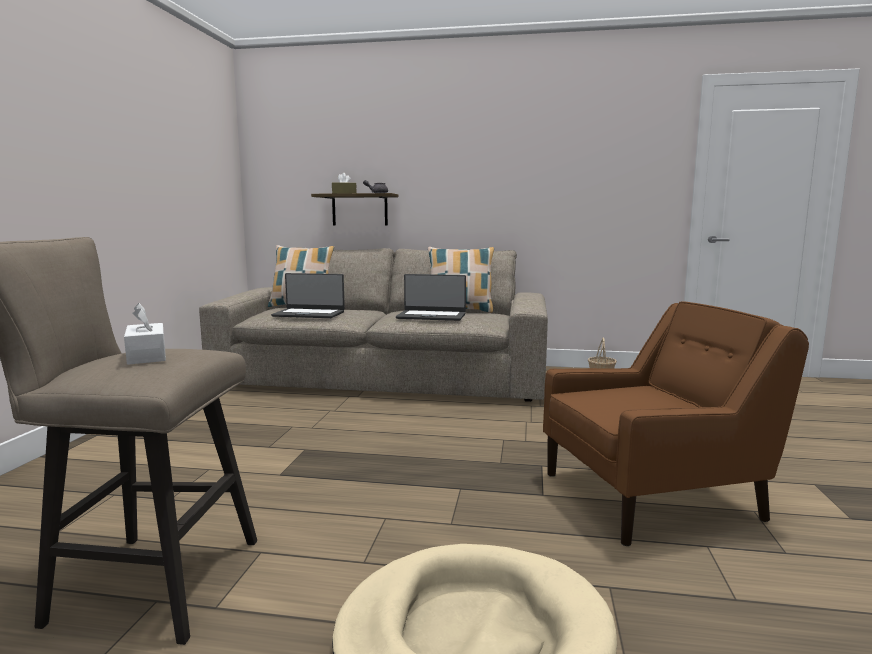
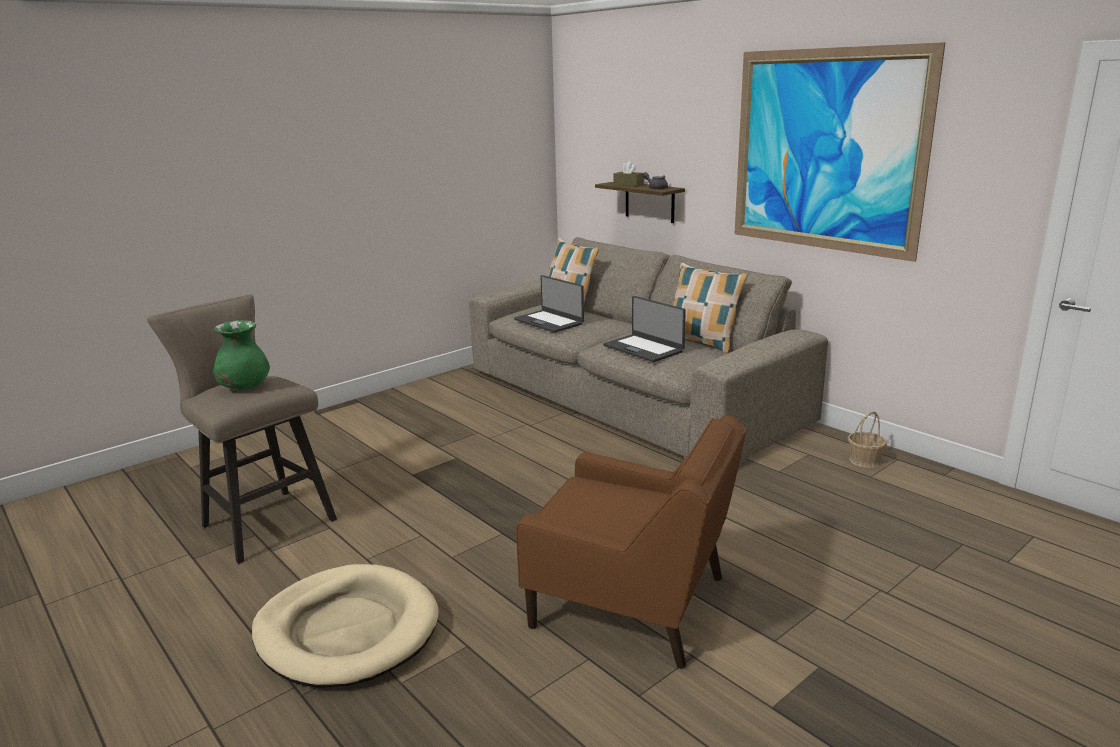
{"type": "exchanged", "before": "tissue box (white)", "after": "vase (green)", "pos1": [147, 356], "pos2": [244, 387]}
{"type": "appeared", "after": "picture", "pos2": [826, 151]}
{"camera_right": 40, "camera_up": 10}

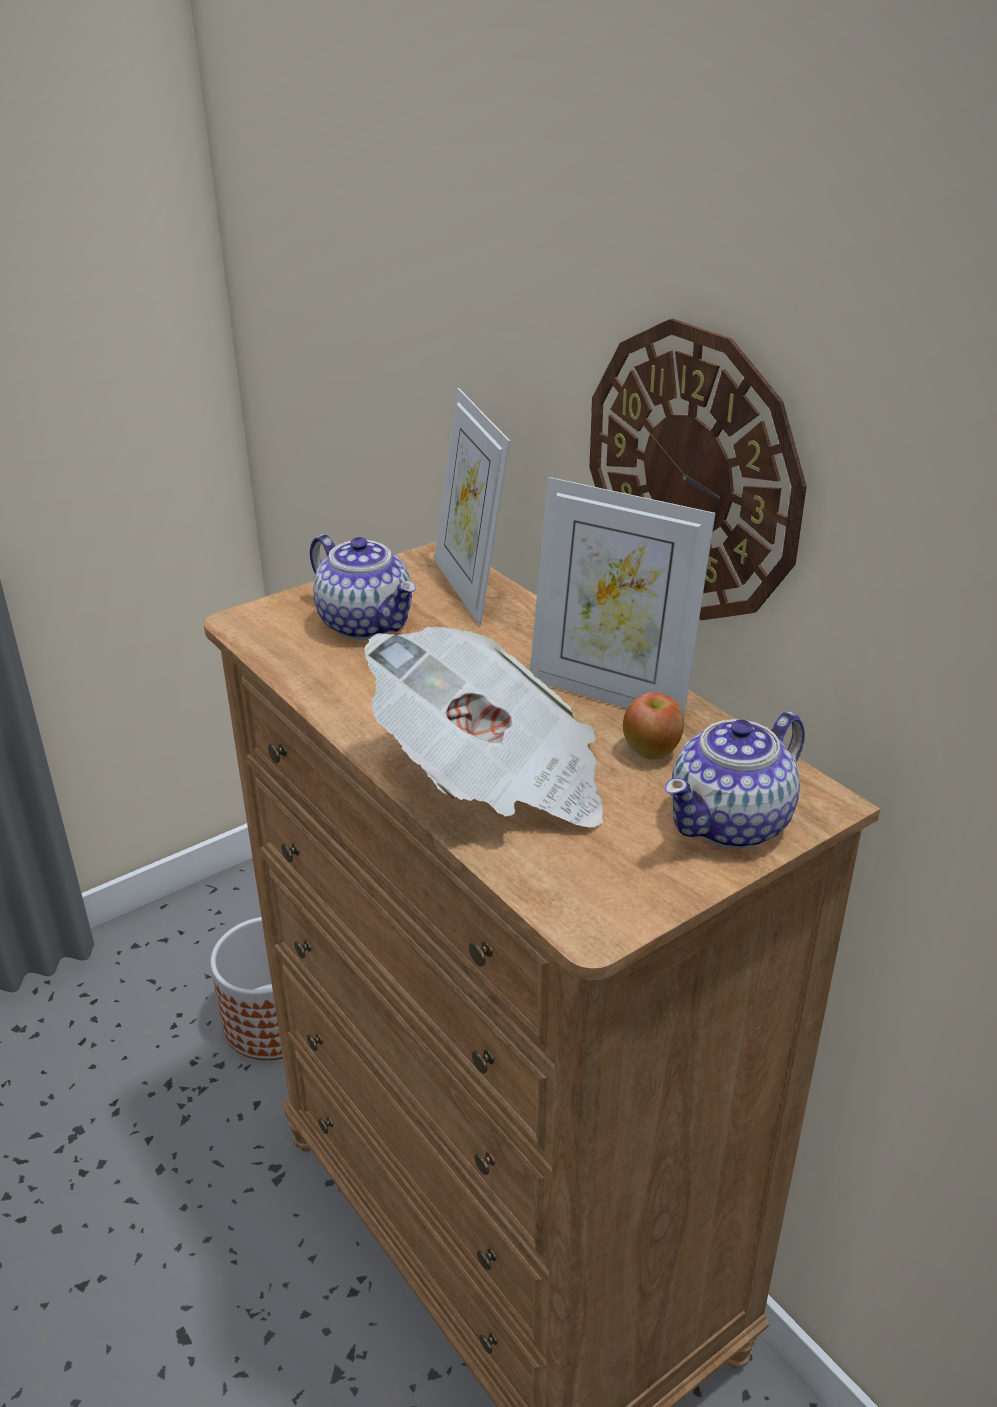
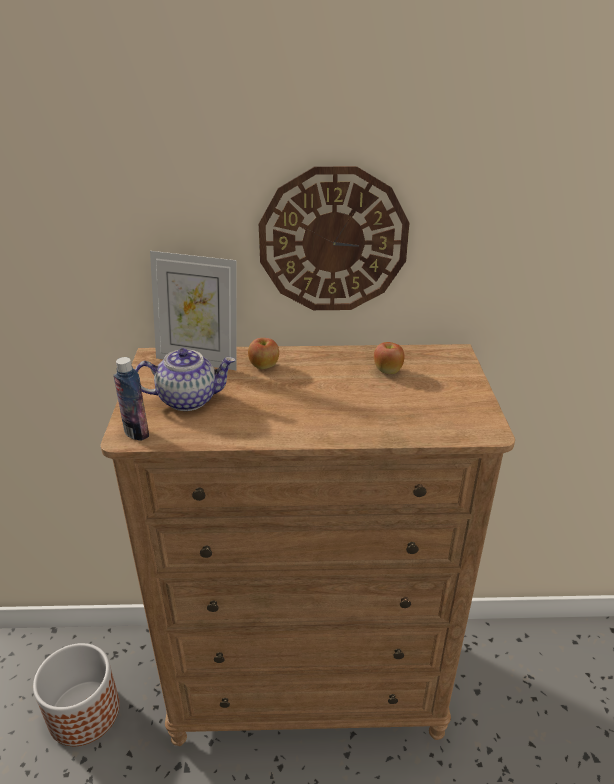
{"type": "appeared", "after": "bottle", "pos2": [136, 432]}
{"type": "appeared", "after": "apple", "pos2": [264, 366]}
{"type": "missing", "before": "newspaper", "pos1": [493, 780]}
{"type": "missing", "before": "picture frame", "pos1": [611, 693]}
{"type": "missing", "before": "teapot", "pos1": [732, 822]}
{"camera_right": -55, "camera_up": 0}

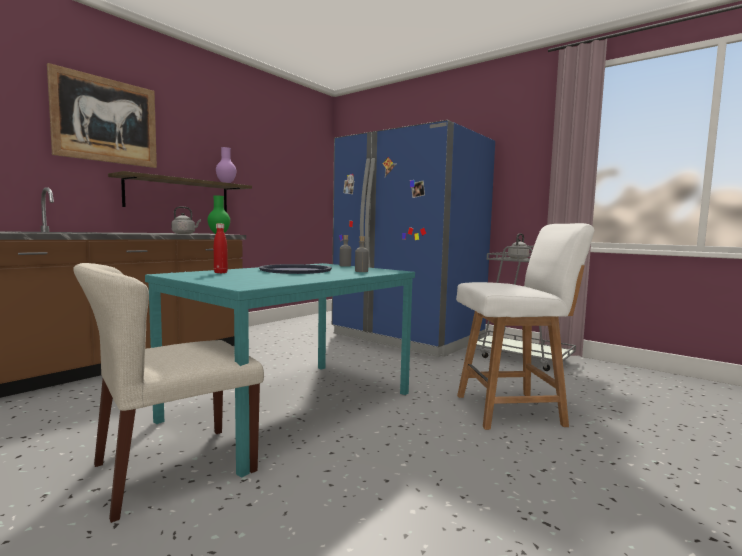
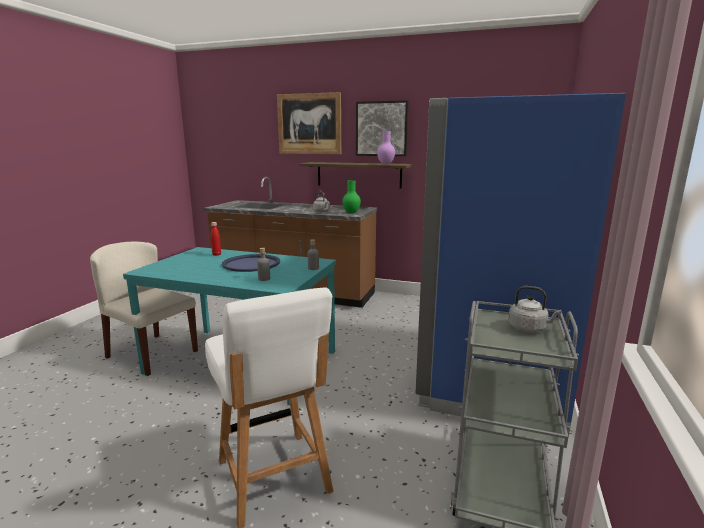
{"type": "appeared", "after": "picture", "pos2": [381, 129]}
{"camera_right": 70, "camera_up": 10}

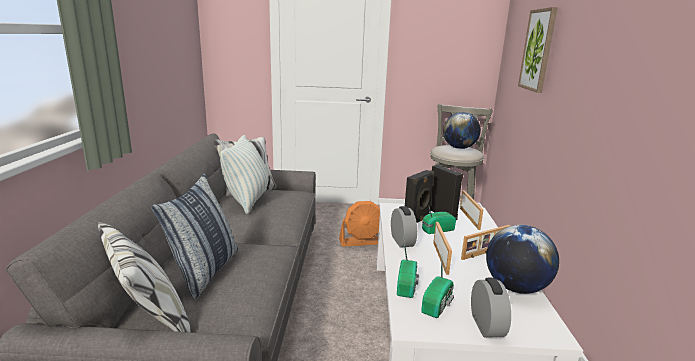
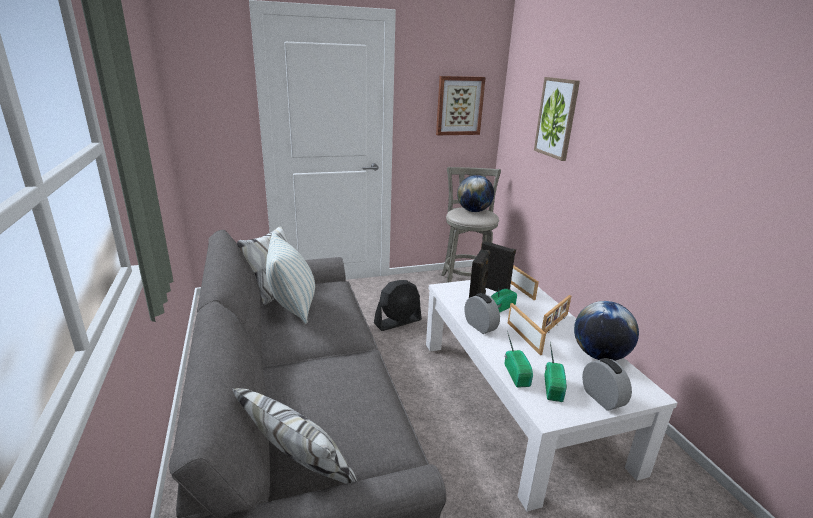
{"type": "colour", "before": "fan (orange)", "after": "fan (black)", "pos1": [362, 241], "pos2": [398, 322]}
{"type": "appeared", "after": "picture", "pos2": [459, 106]}
{"type": "missing", "before": "pillow", "pos1": [205, 271]}
{"camera_right": -20, "camera_up": 5}

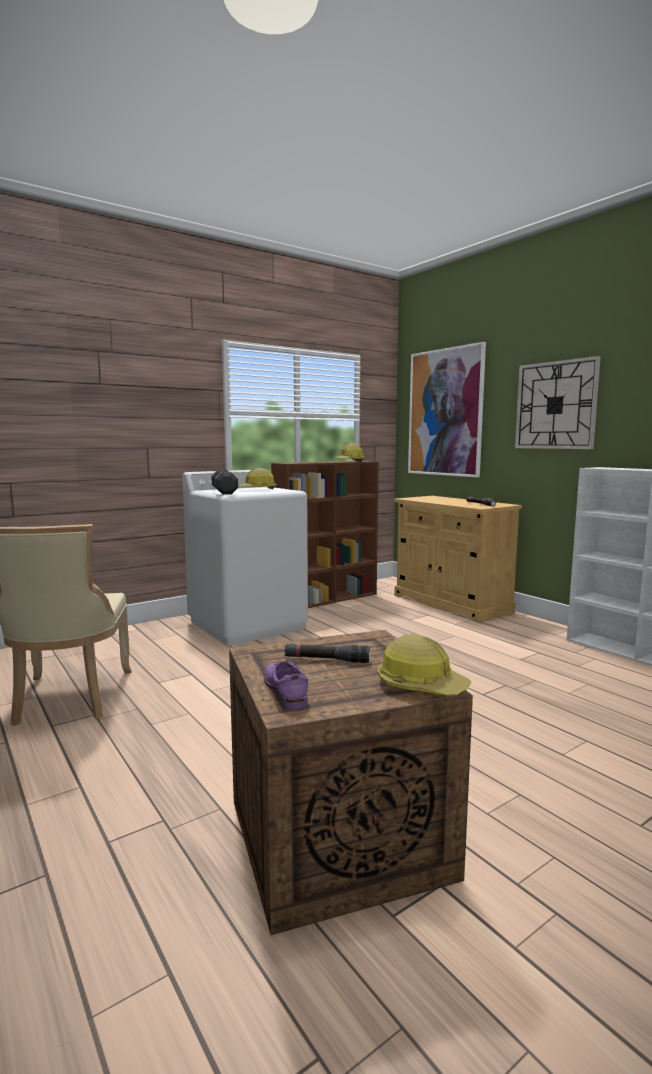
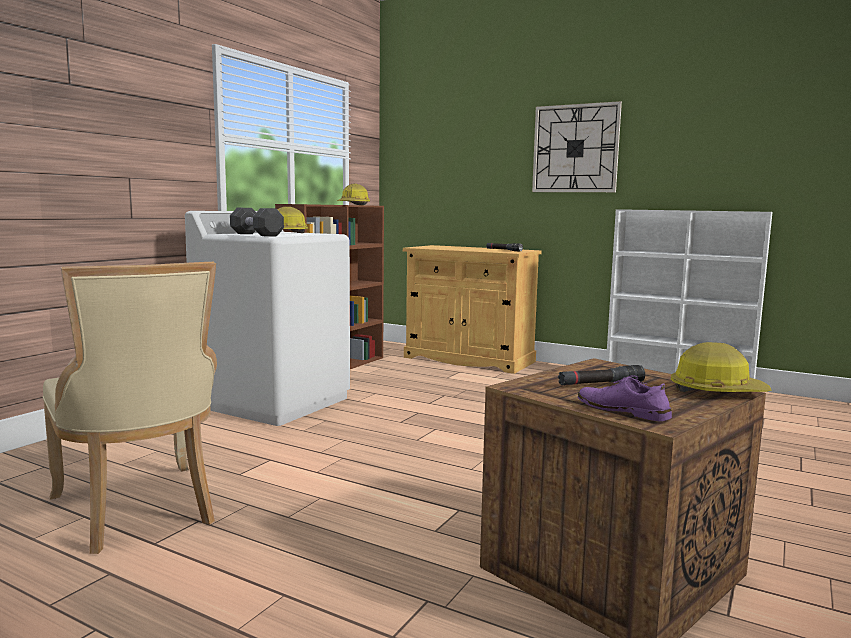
{"type": "missing", "before": "picture", "pos1": [445, 413]}
{"camera_right": -25, "camera_up": 0}

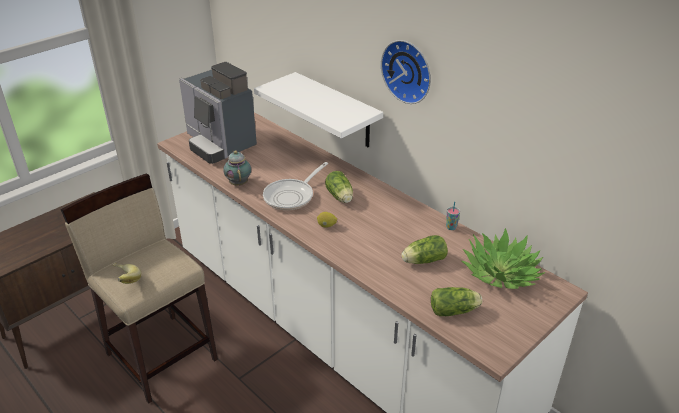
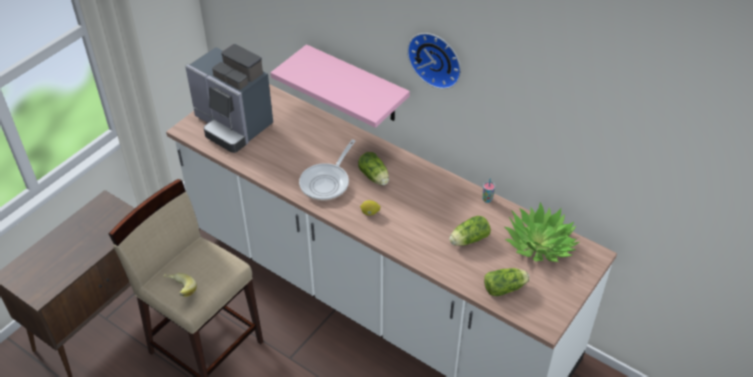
{"type": "colour", "before": "shelf (white)", "after": "shelf (pink)", "pos1": [337, 111], "pos2": [357, 85]}
{"type": "missing", "before": "teapot", "pos1": [239, 183]}
{"camera_right": -10, "camera_up": 10}

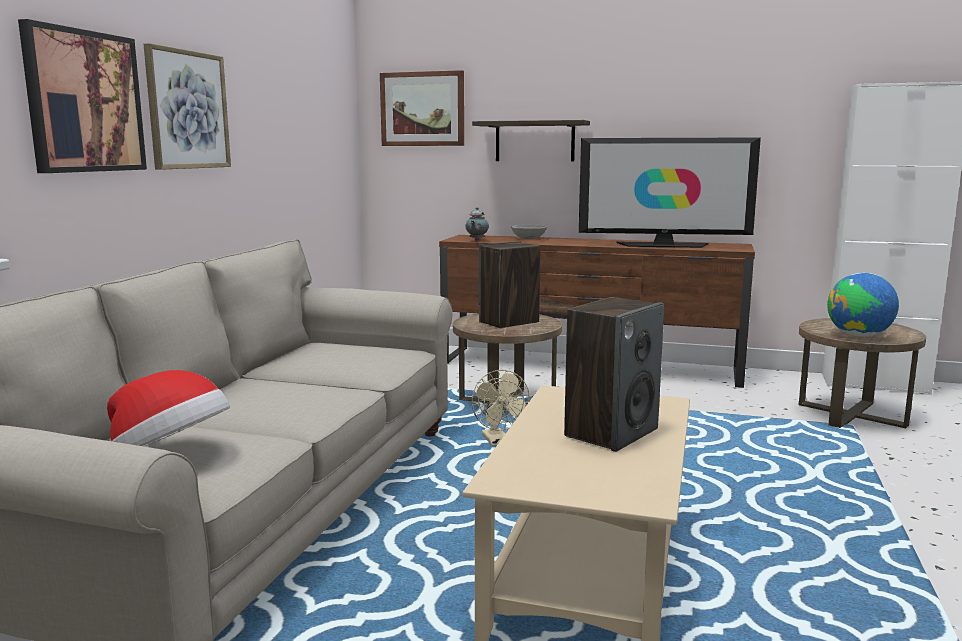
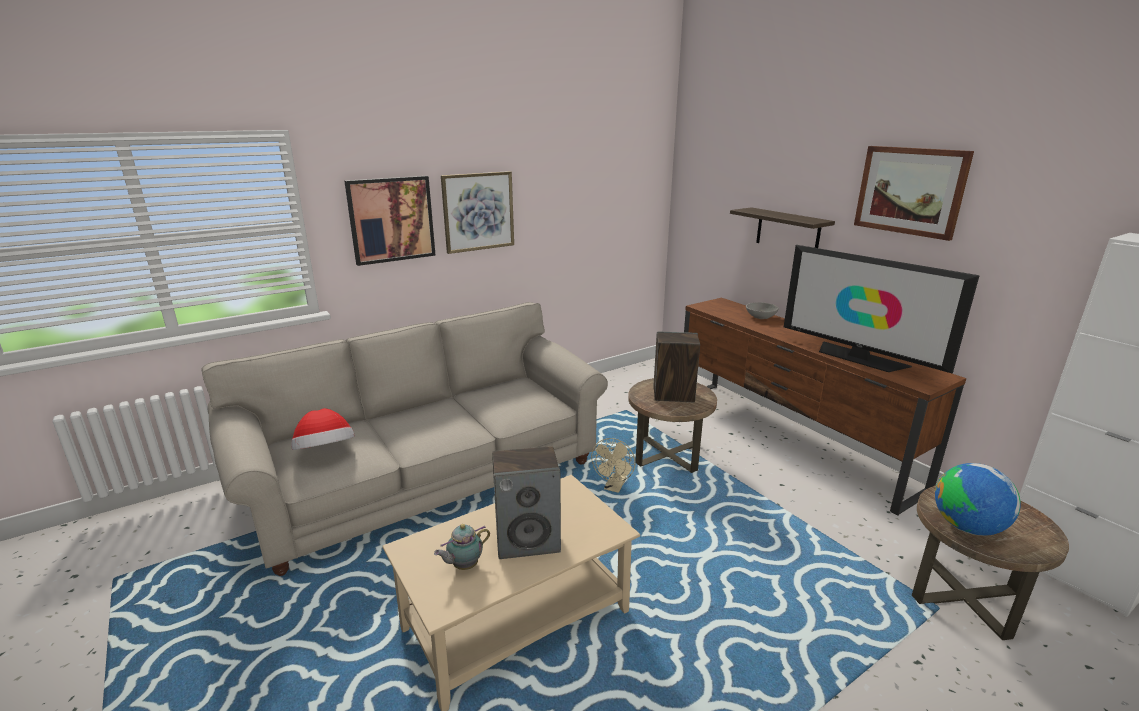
{"type": "relocated", "before": "teapot", "pos1": [476, 240], "pos2": [464, 566]}
{"type": "relocated", "before": "picture", "pos1": [422, 109], "pos2": [910, 191]}
{"camera_right": 40, "camera_up": 10}

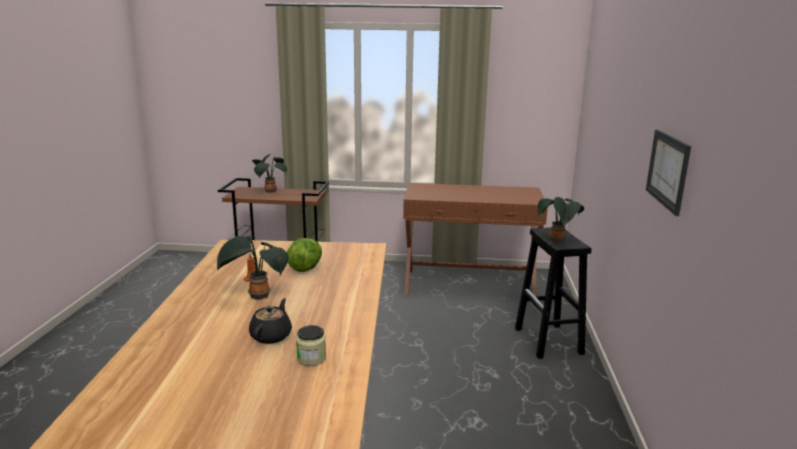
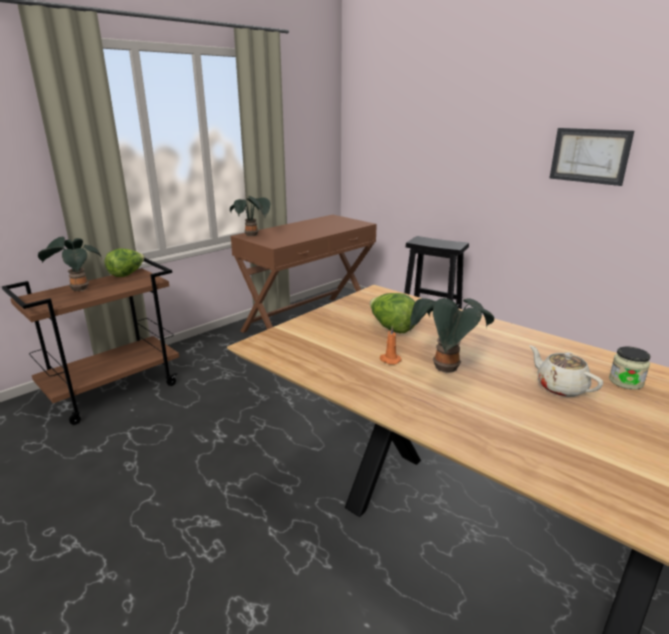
{"type": "appeared", "after": "lettuce", "pos2": [127, 274]}
{"type": "relocated", "before": "potted plant", "pos1": [557, 241], "pos2": [253, 235]}
{"type": "colour", "before": "teapot (black)", "after": "teapot (beige)", "pos1": [271, 336], "pos2": [560, 387]}
{"camera_right": -50, "camera_up": 5}

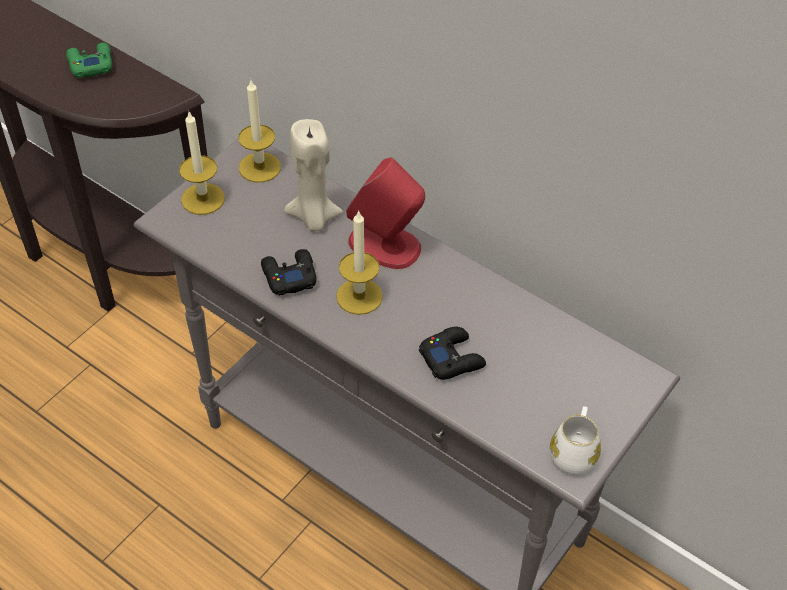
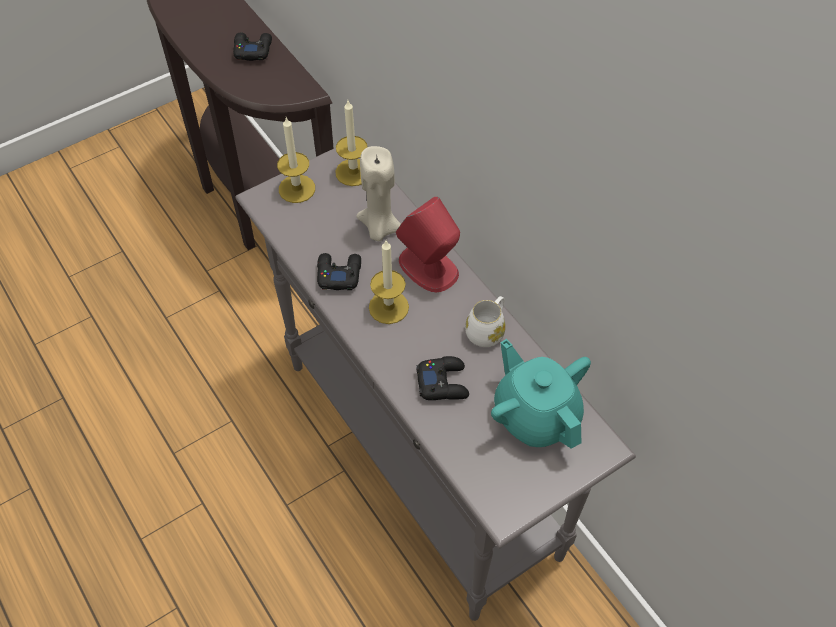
{"type": "colour", "before": "game controller (green)", "after": "game controller (black)", "pos1": [90, 65], "pos2": [252, 50]}
{"type": "relocated", "before": "mug (white)", "pos1": [574, 452], "pos2": [487, 330]}
{"type": "appeared", "after": "teapot (turquoise)", "pos2": [536, 415]}
{"camera_right": 20, "camera_up": 5}

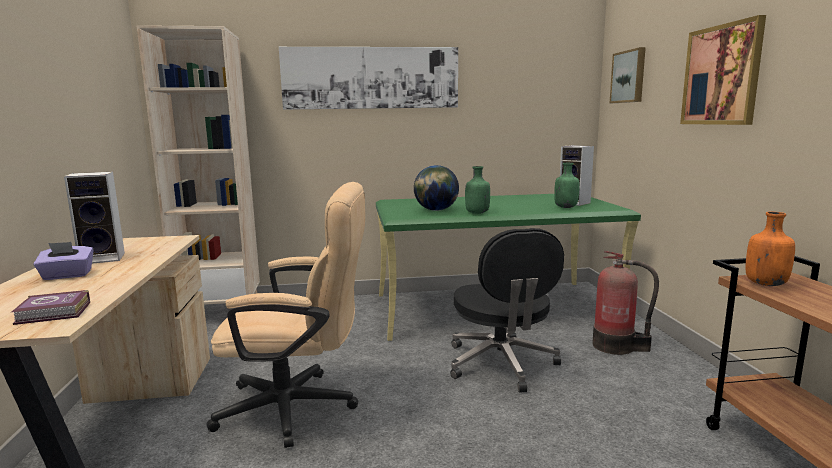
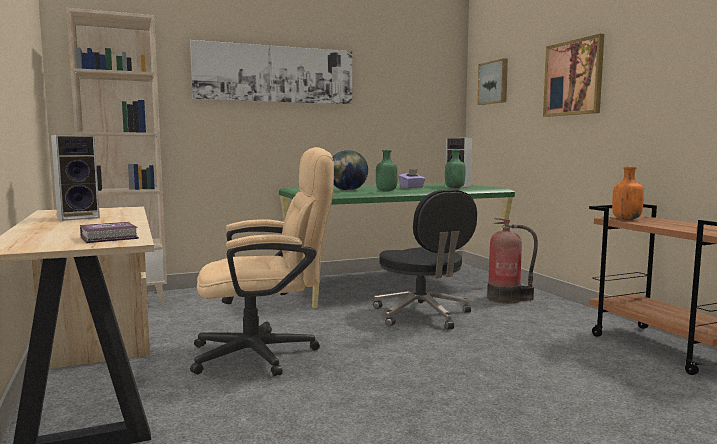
{"type": "relocated", "before": "tissue box (purple)", "pos1": [67, 275], "pos2": [412, 188]}
{"camera_right": -15, "camera_up": -5}

